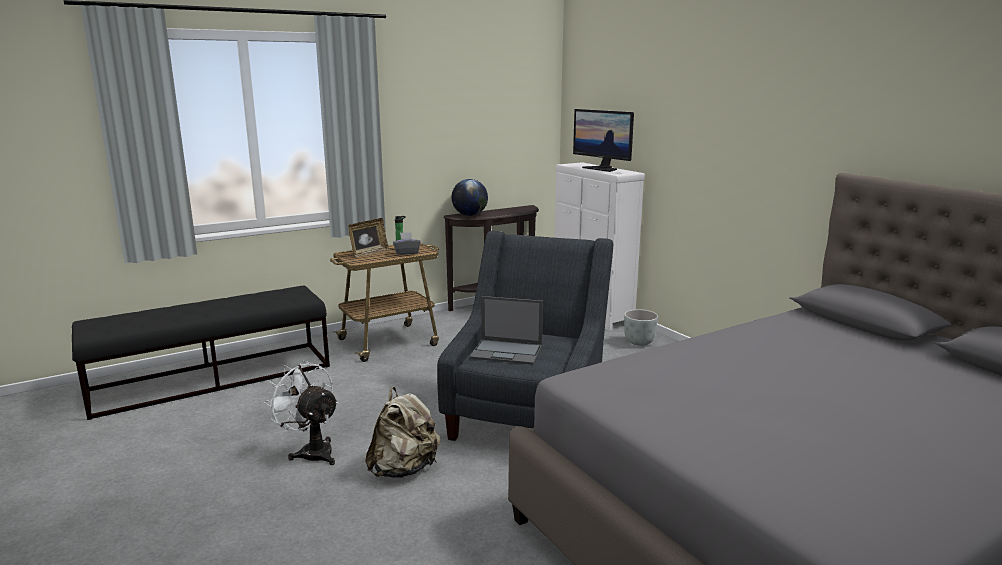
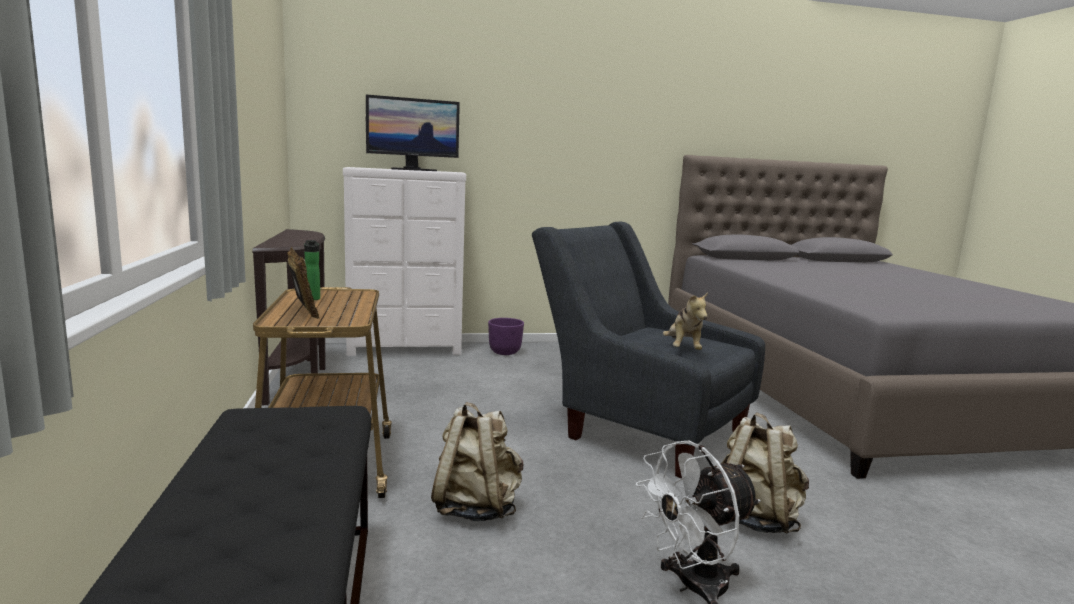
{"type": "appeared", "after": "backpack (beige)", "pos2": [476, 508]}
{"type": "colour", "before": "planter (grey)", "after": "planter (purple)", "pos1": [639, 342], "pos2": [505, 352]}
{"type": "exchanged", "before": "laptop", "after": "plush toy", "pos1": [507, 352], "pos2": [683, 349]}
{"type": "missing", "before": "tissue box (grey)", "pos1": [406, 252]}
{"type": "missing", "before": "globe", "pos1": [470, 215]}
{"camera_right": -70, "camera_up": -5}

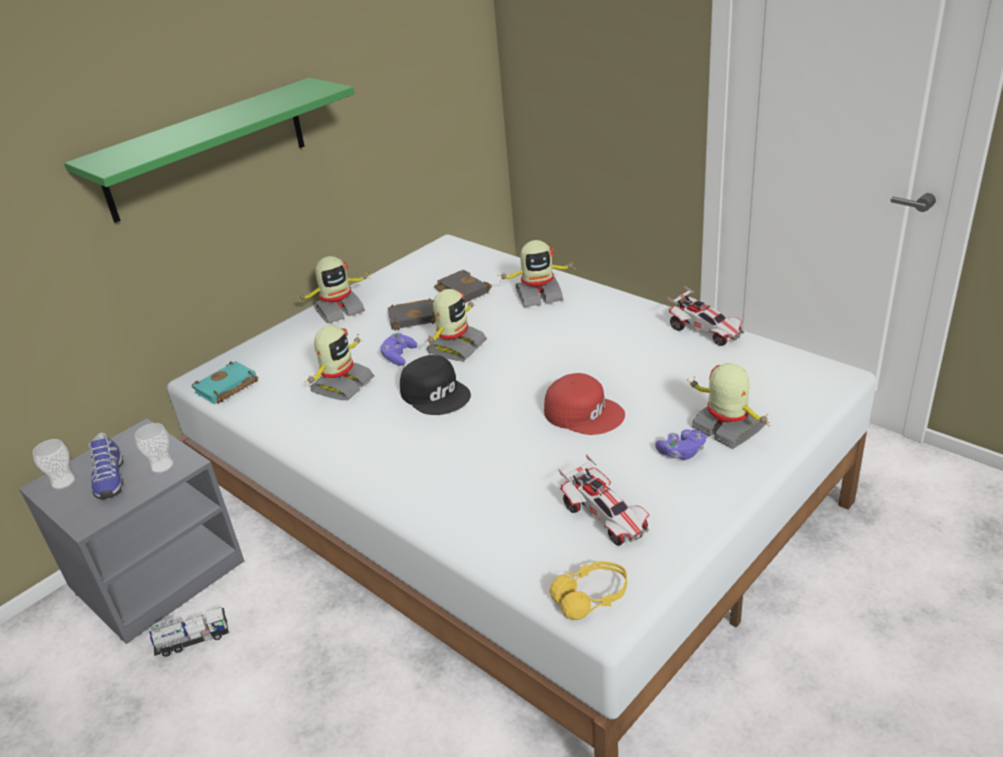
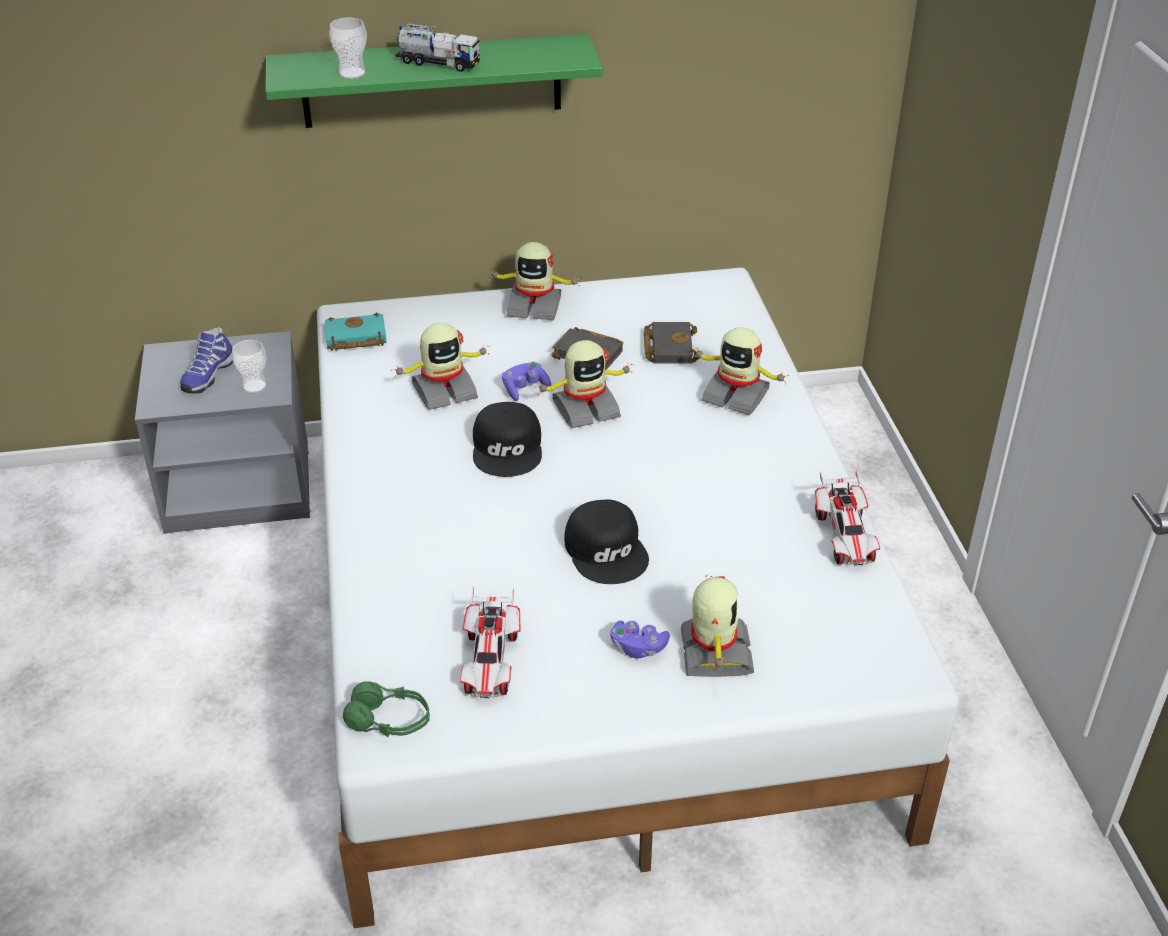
{"type": "relocated", "before": "cup", "pos1": [63, 482], "pos2": [352, 73]}
{"type": "colour", "before": "headphones (yellow)", "after": "headphones (green)", "pos1": [591, 597], "pos2": [389, 721]}
{"type": "relocated", "before": "toy truck", "pos1": [193, 640], "pos2": [438, 63]}
{"type": "colour", "before": "cap (red)", "after": "cap (black)", "pos1": [584, 412], "pos2": [607, 550]}
{"camera_right": 35, "camera_up": 5}

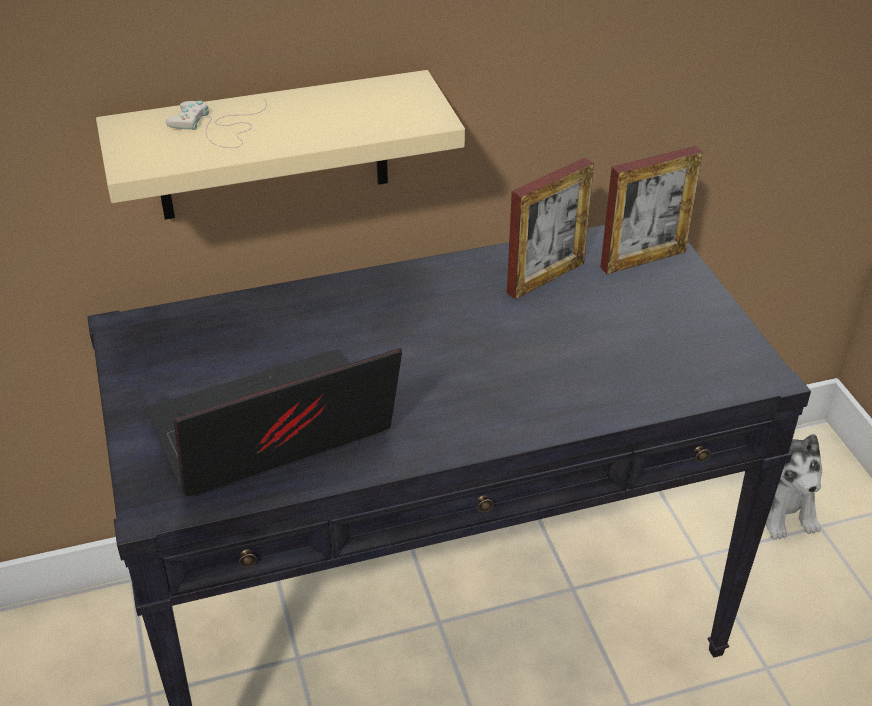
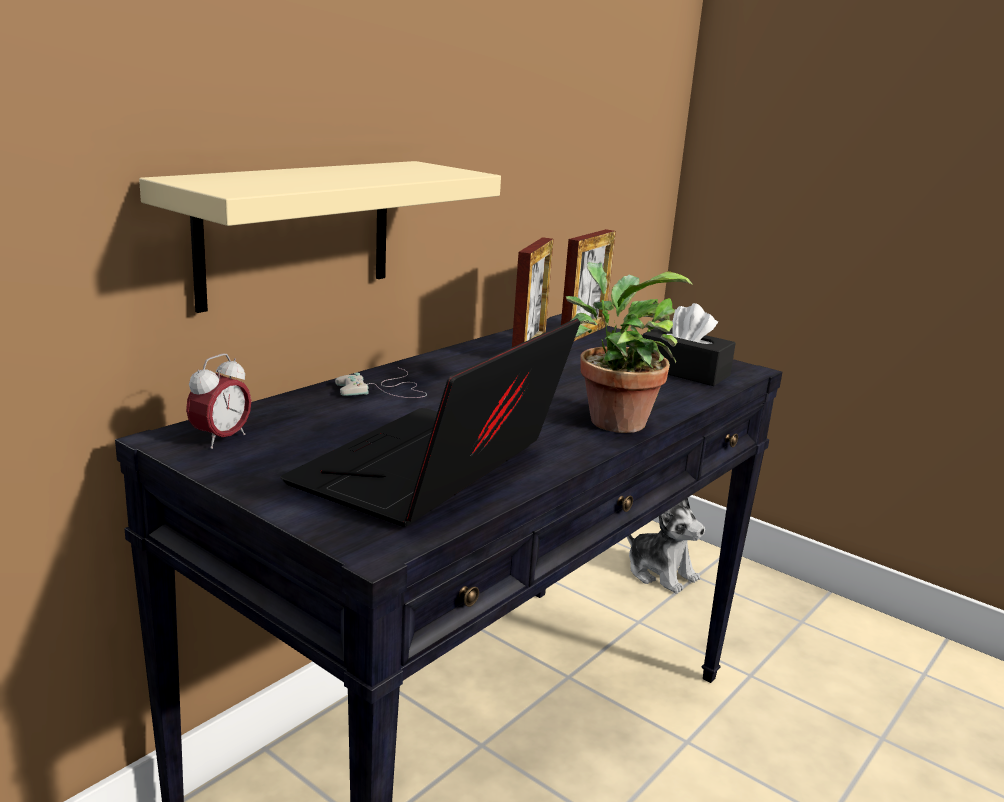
{"type": "appeared", "after": "alarm clock", "pos2": [221, 439]}
{"type": "relocated", "before": "game controller (white)", "pos1": [218, 128], "pos2": [385, 390]}
{"type": "appeared", "after": "potted plant", "pos2": [610, 420]}
{"type": "appeared", "after": "tissue box (black)", "pos2": [684, 371]}
{"camera_right": -35, "camera_up": -20}

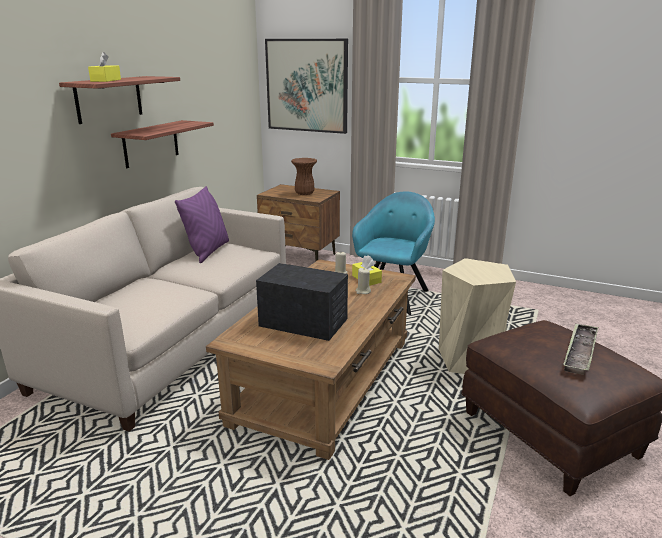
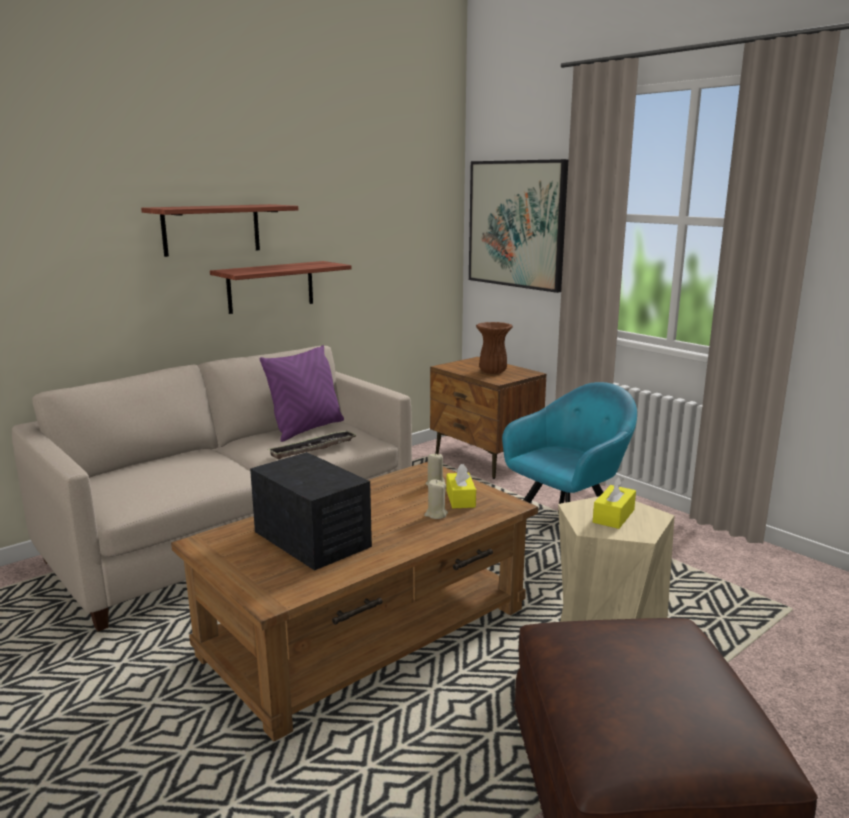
{"type": "relocated", "before": "tray", "pos1": [580, 352], "pos2": [313, 449]}
{"type": "relocated", "before": "tissue box (yellow)", "pos1": [106, 80], "pos2": [613, 516]}
{"camera_right": 25, "camera_up": -5}

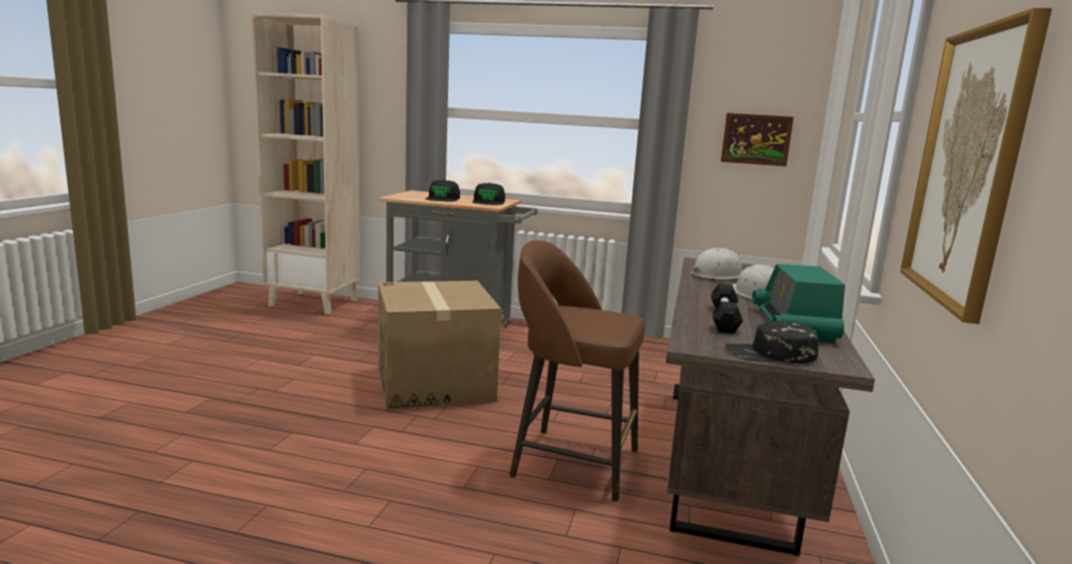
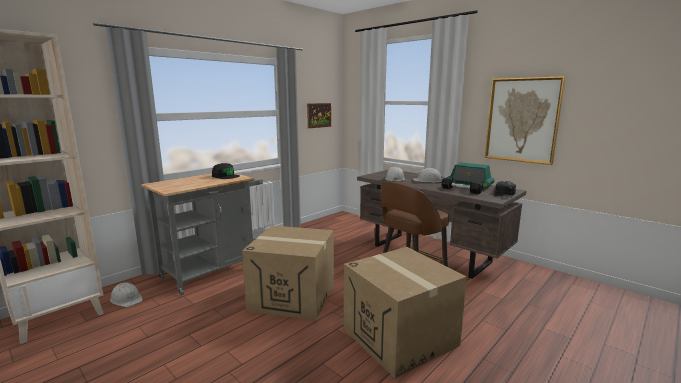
{"type": "appeared", "after": "hard hat (white)", "pos2": [126, 299]}
{"type": "appeared", "after": "cardboard box", "pos2": [400, 337]}
{"type": "missing", "before": "cap (black)", "pos1": [443, 198]}
{"camera_right": -60, "camera_up": 0}

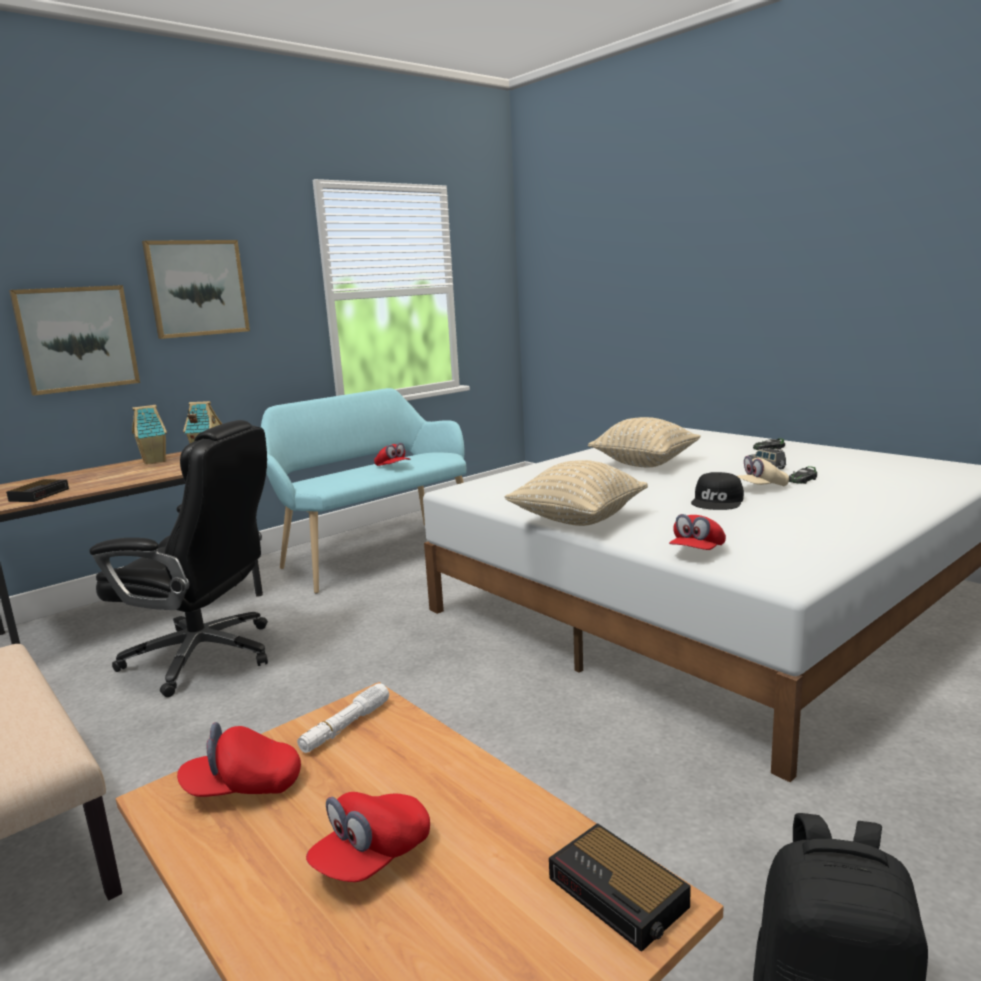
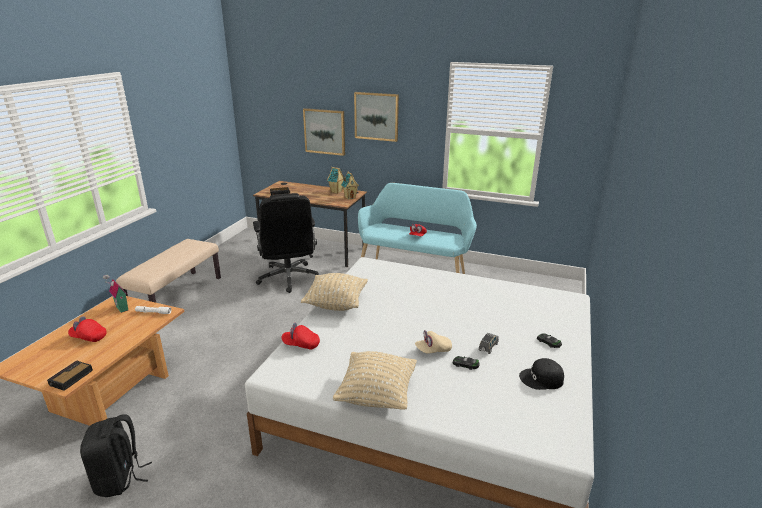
{"type": "exchanged", "before": "cap (red)", "after": "toy house", "pos1": [243, 787], "pos2": [120, 308]}
{"type": "relocated", "before": "pillow (beige)", "pos1": [644, 463], "pos2": [376, 395]}
{"type": "spun", "before": "cap (beige)", "pos1": [760, 488], "pos2": [433, 350], "turn": -60}
{"type": "relocated", "before": "cap (black)", "pos1": [718, 501], "pos2": [541, 379]}
{"camera_right": 60, "camera_up": 10}

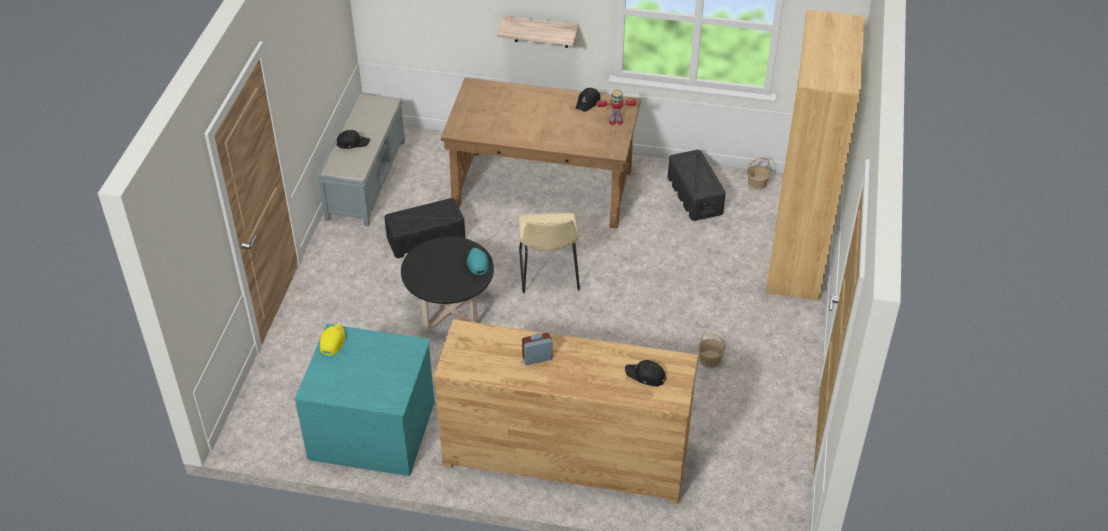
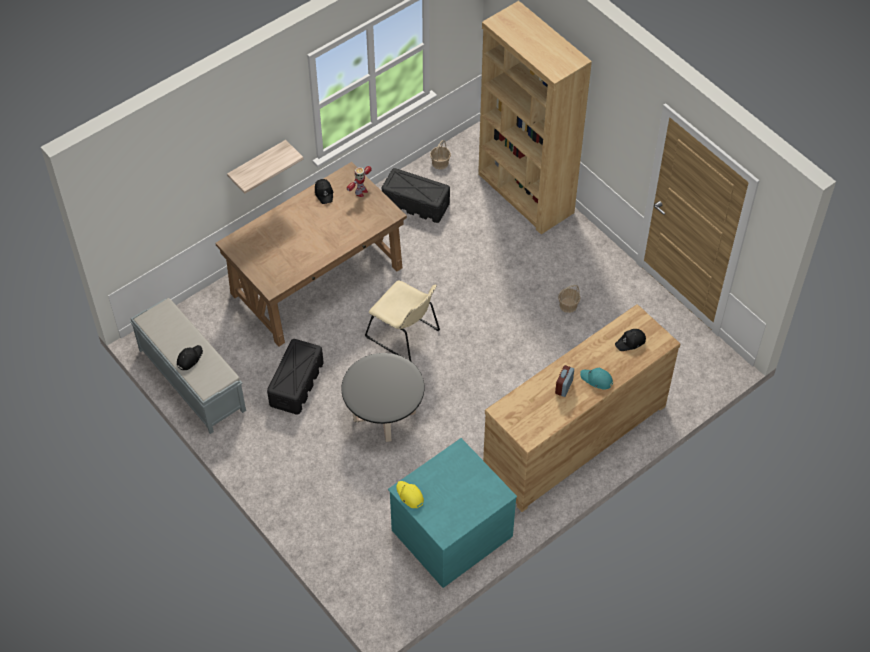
{"type": "relocated", "before": "cap (turquoise)", "pos1": [477, 263], "pos2": [596, 380]}
{"camera_right": -50, "camera_up": 10}

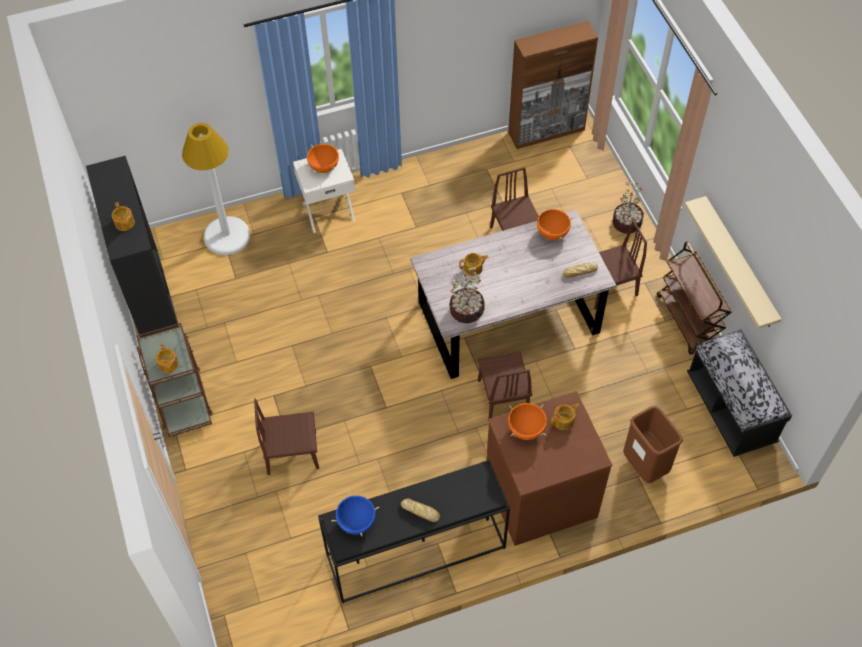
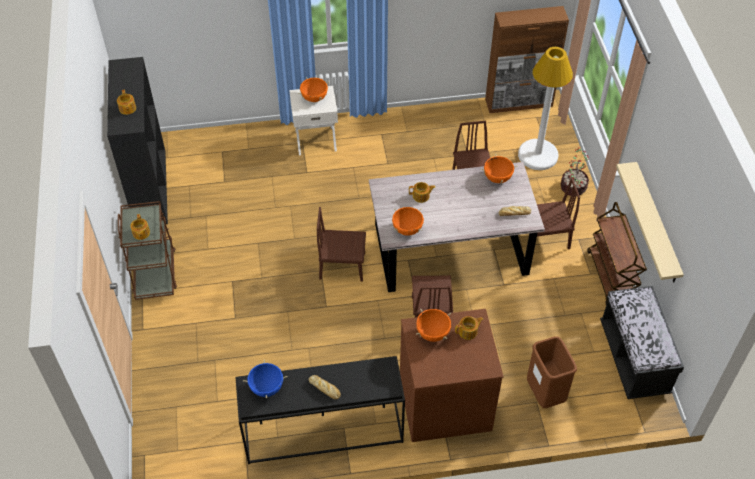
{"type": "relocated", "before": "chair (brown)", "pos1": [292, 453], "pos2": [342, 266]}
{"type": "exchanged", "before": "potted plant", "after": "cooking pot (orange)", "pos1": [467, 310], "pos2": [407, 229]}
{"type": "relocated", "before": "floor lamp (white)", "pos1": [227, 236], "pos2": [538, 155]}
{"camera_right": 10, "camera_up": -5}

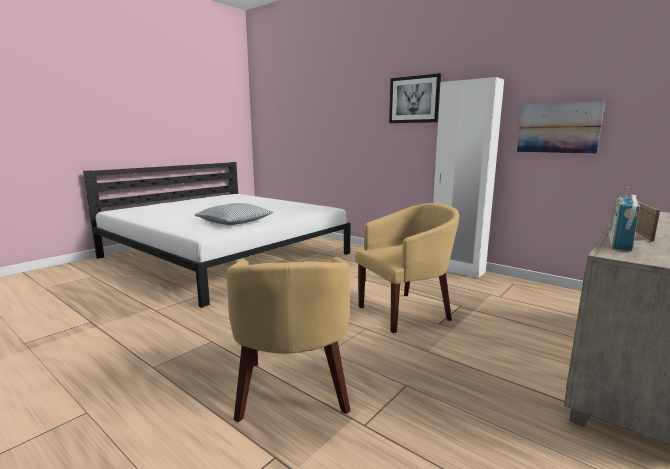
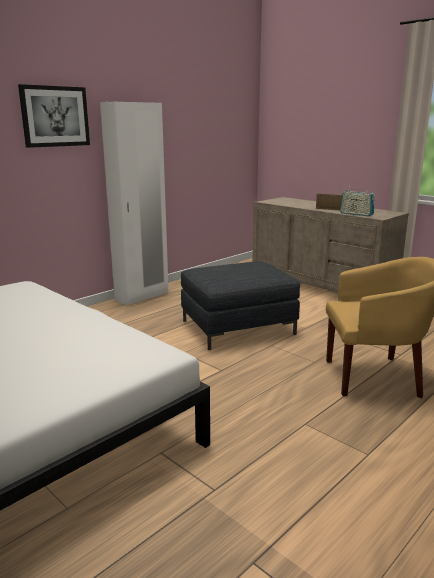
{"type": "exchanged", "before": "armchair (yellow)", "after": "ottoman (grey)", "pos1": [405, 312], "pos2": [238, 327]}
{"type": "missing", "before": "pillow", "pos1": [234, 222]}
{"type": "missing", "before": "picture", "pos1": [558, 128]}
{"camera_right": -85, "camera_up": 5}

